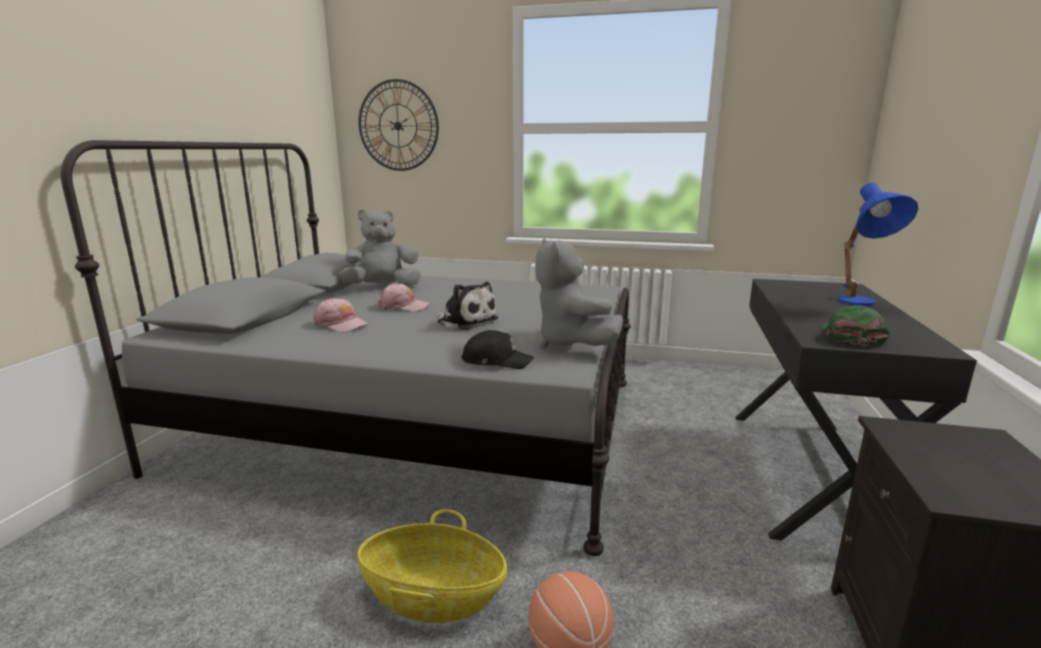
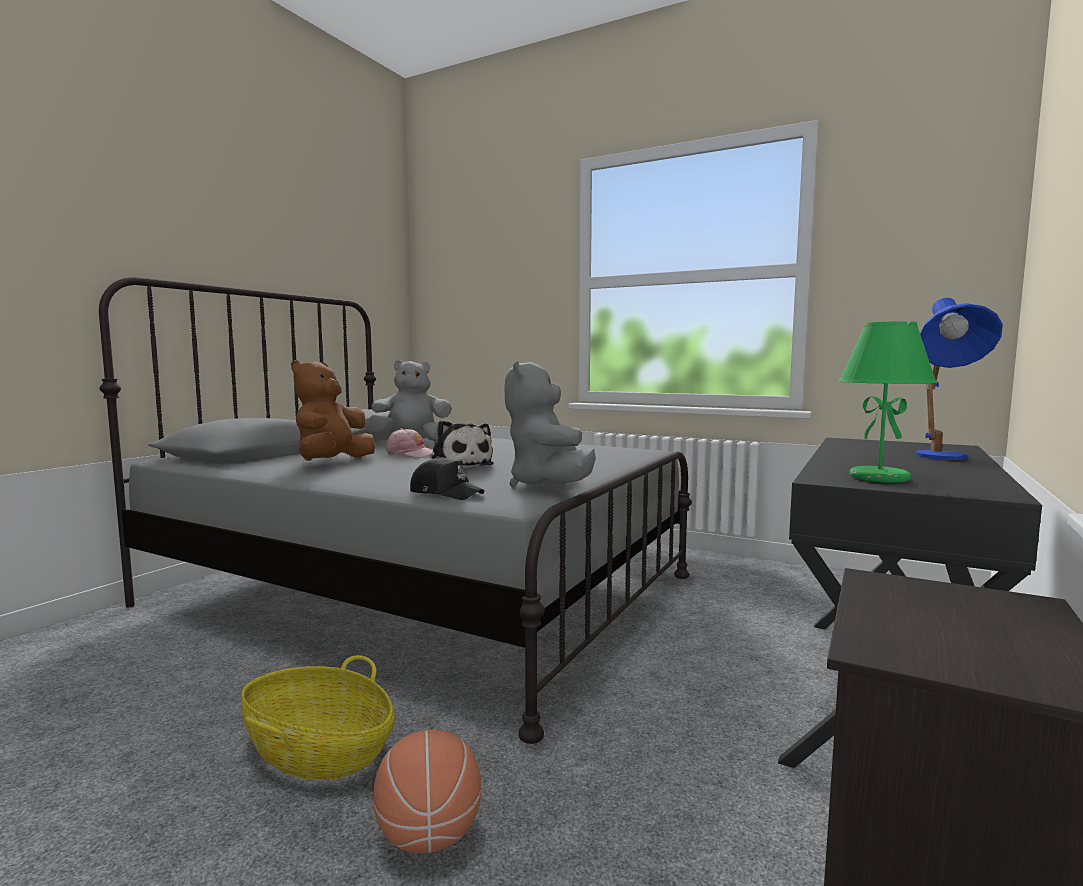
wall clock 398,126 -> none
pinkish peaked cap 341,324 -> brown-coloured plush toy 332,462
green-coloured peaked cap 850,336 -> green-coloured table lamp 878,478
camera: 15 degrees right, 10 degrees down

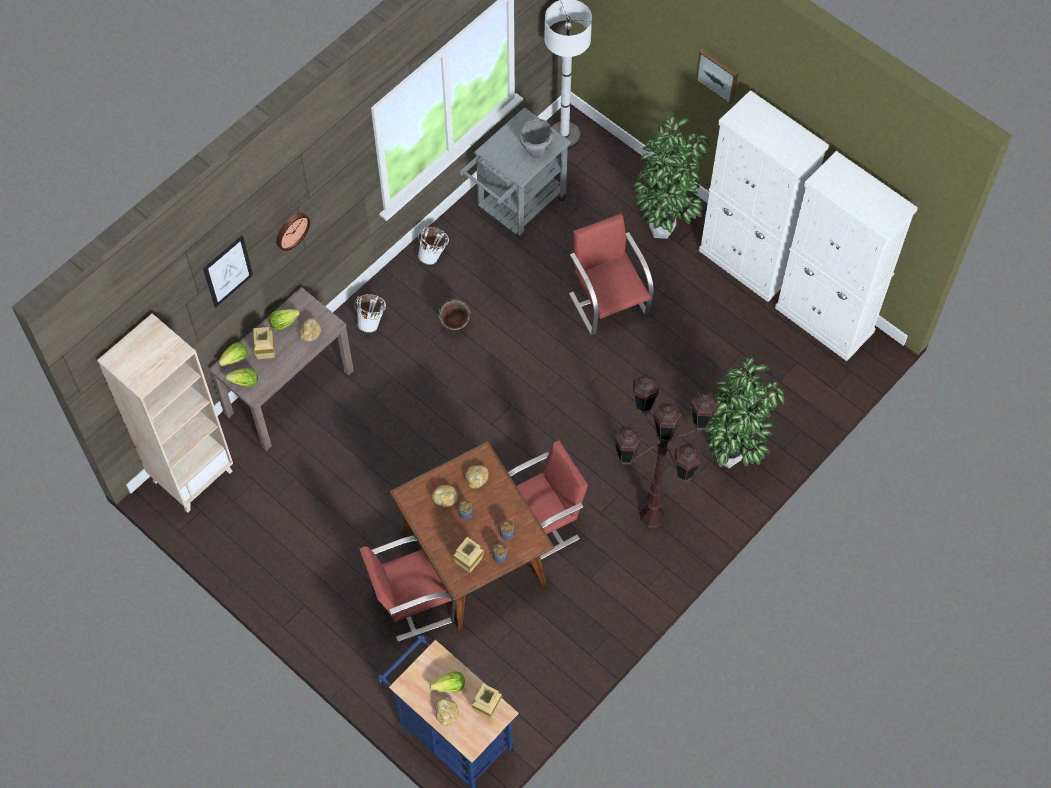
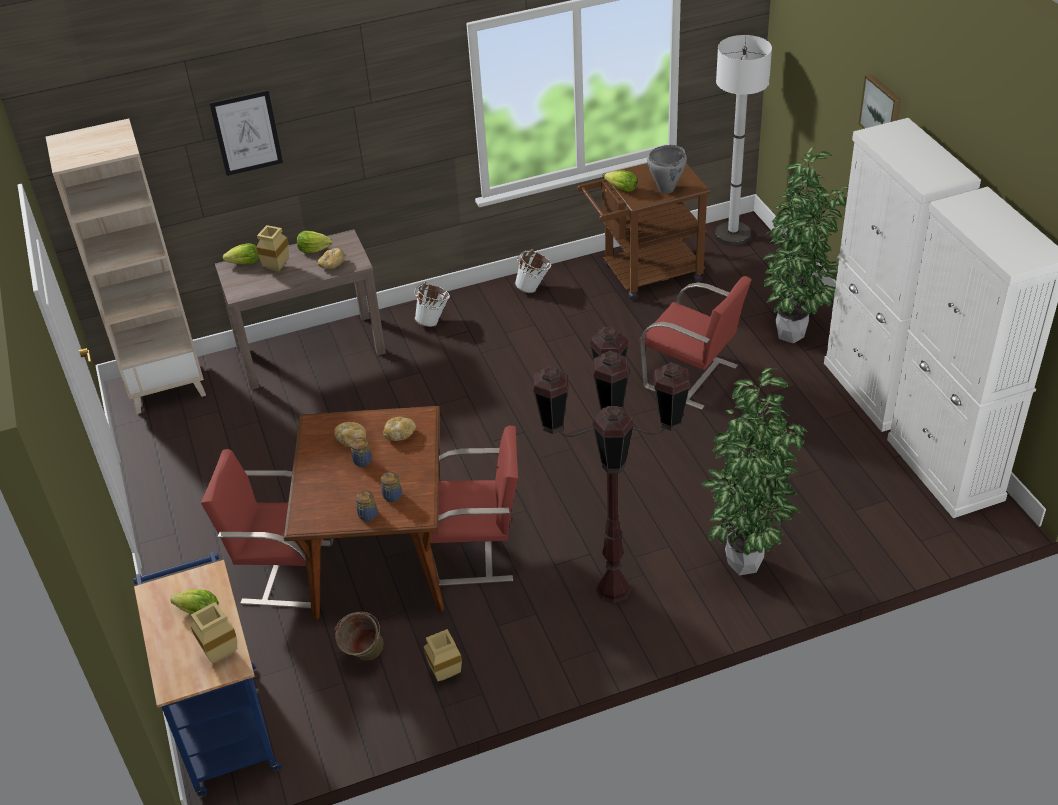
gray cart 516,208 -> brown-coloured cart 644,275
wall clock 291,230 -> none
red-coloured upright chair 608,302 -> red-coloured upright chair 692,377, 120 degrees clockwise
green-coloured bucket 455,328 -> green-coloured bucket 364,658, shifted
head of lettuce 244,382 -> head of lettuce 622,189, shifted
beige decorative vase 469,562 -> beige decorative vase 446,672, shifted
bread 446,713 -> none
camera: 30 degrees right, 20 degrees down

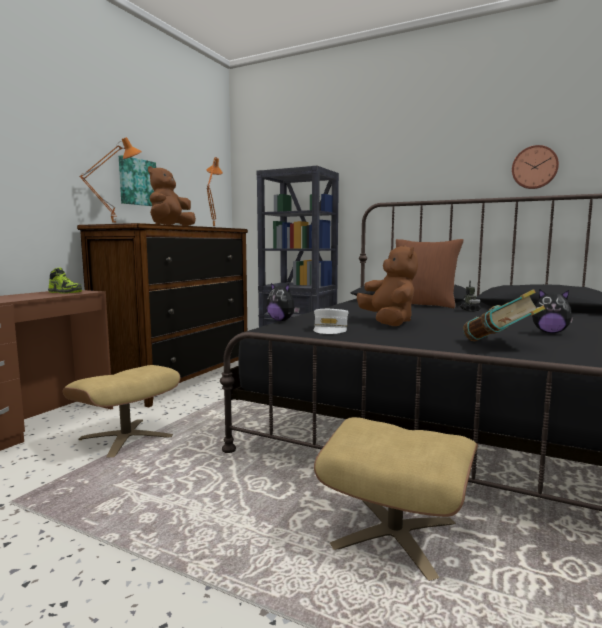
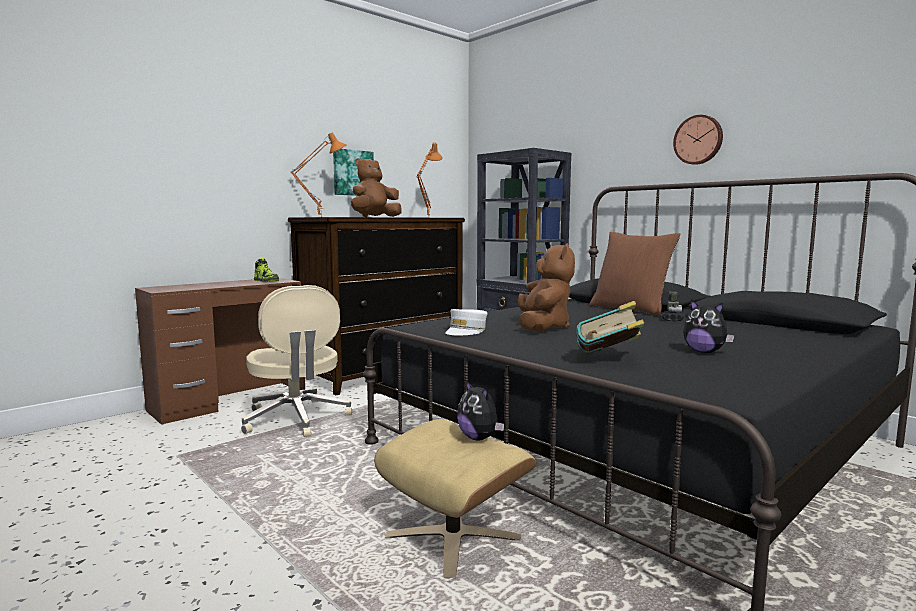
wall clock 534,167 -> wall clock 698,140, shifted
plush toy 281,320 -> plush toy 479,438, shifted
beige footrest 126,438 -> beige computer chair 296,419
camera: 20 degrees right, 0 degrees up

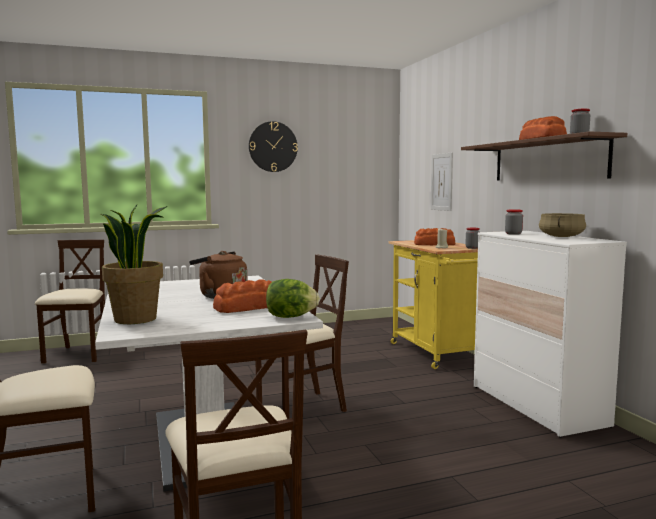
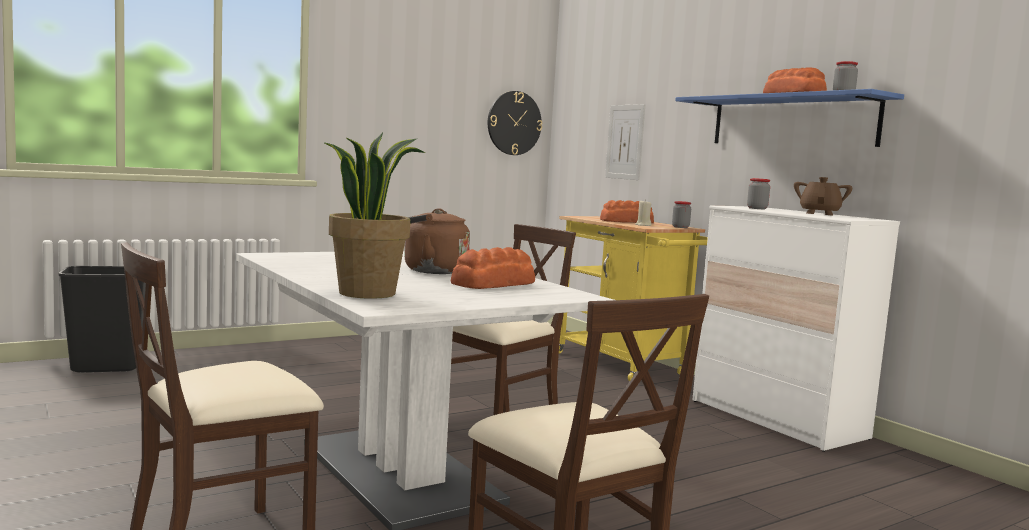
wall clock 273,147 -> wall clock 514,123, shifted
brown-coloured wall shelf 547,160 -> blue wall shelf 791,121
beige stockpot 562,237 -> brown-coloured teapot 819,213
beige upright chair 78,354 -> black rubbish bin 107,367
head of lettuce 290,317 -> none
camera: 15 degrees left, 0 degrees up

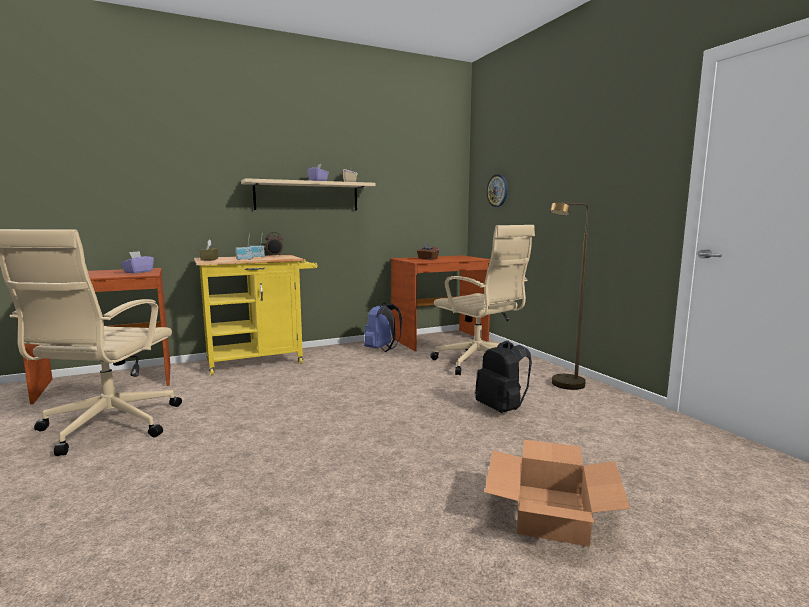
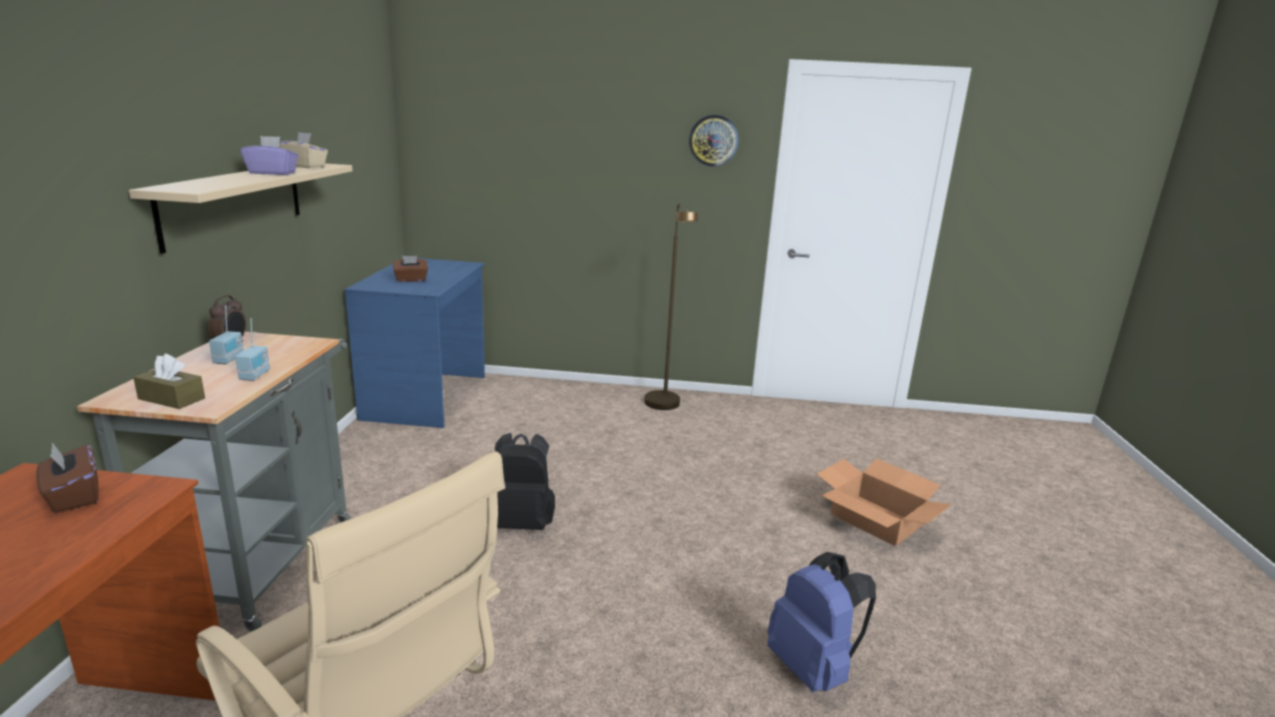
wall clock 497,190 -> wall clock 713,140, shifted
beige computer chair 479,363 -> none
purple tissue box 138,272 -> brown-coloured tissue box 73,496
yellow cart 261,361 -> gray cart 264,558
brown-coloured desk unit 439,340 -> blue desk unit 427,397
blue backpack 382,349 -> blue backpack 813,668, shifted
black backpack 502,409 -> black backpack 521,523, shifted
camera: 60 degrees left, 10 degrees up

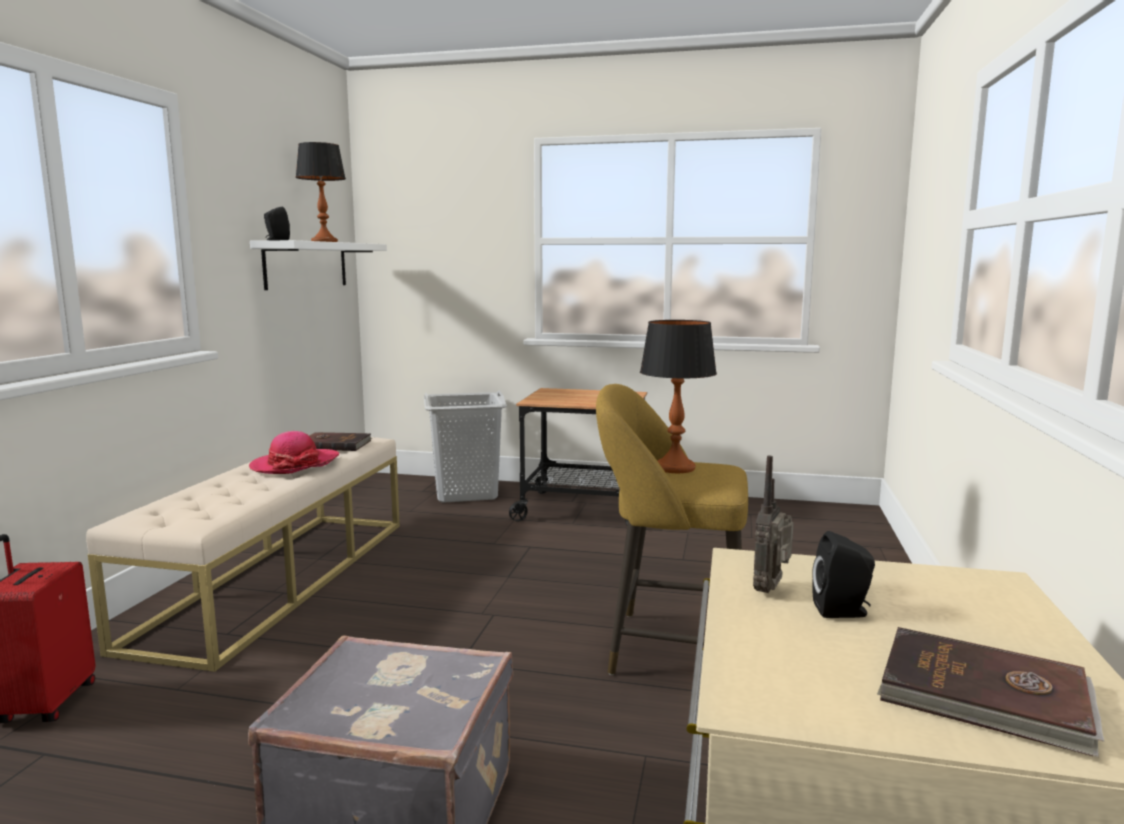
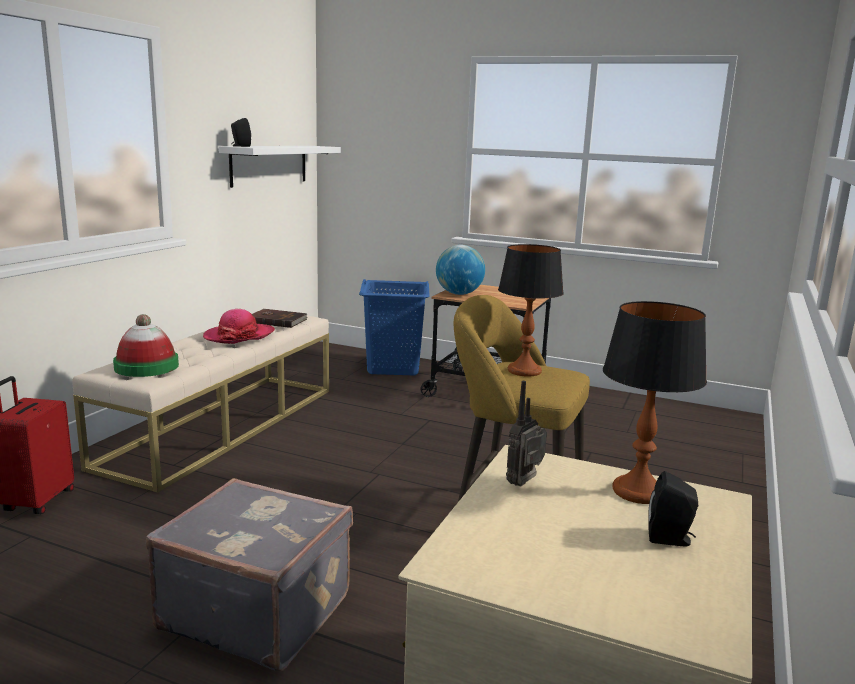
table lamp 324,242 -> table lamp 638,491, shifted
gray hamper 465,493 -> blue hamper 393,367
black speaker 843,611 -> black speaker 670,539, shifted
brown-coloured volume 984,697 -> none
none -> globe 459,294
none -> hat 146,366
camera: 10 degrees right, 5 degrees up

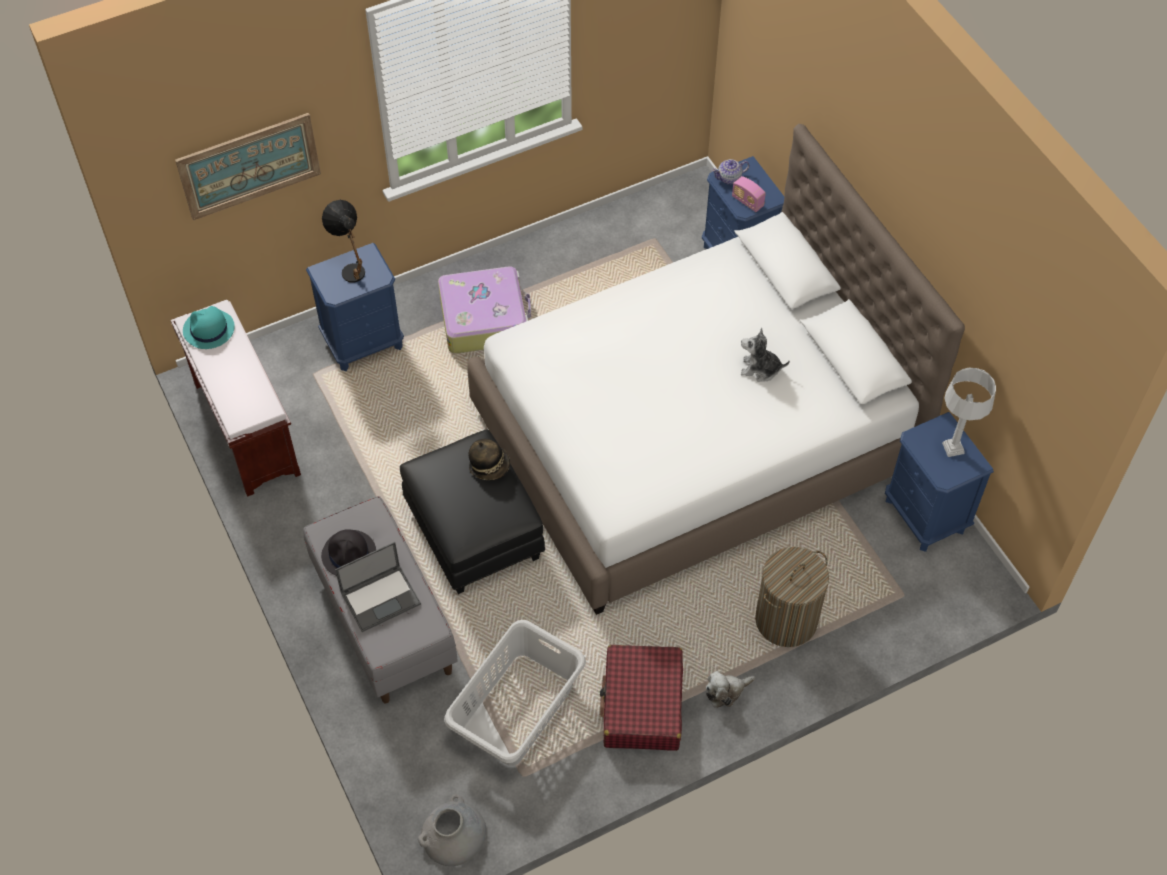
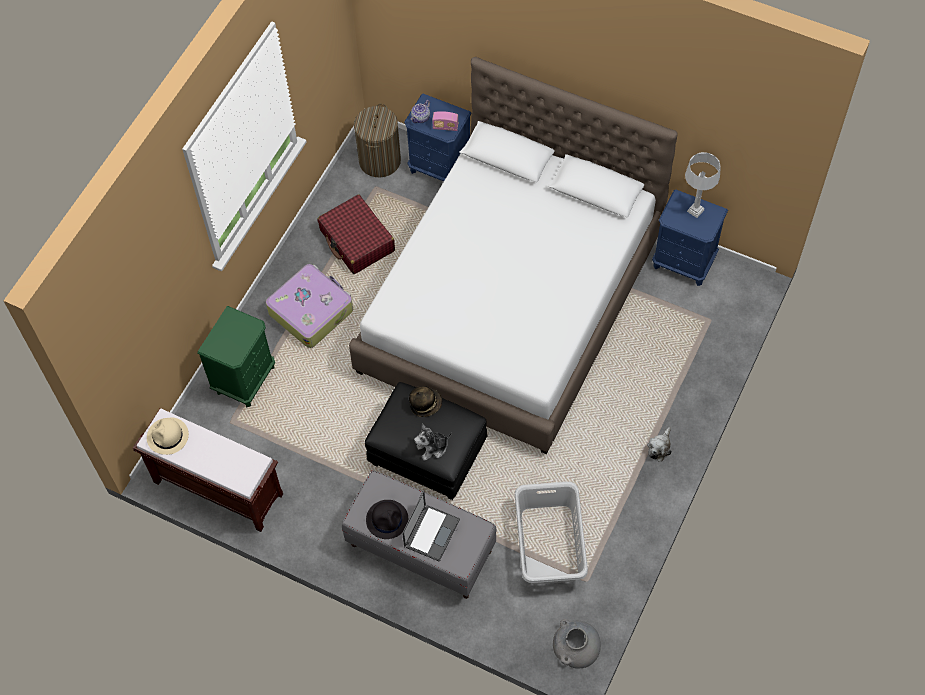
wall art 249,165 -> none
black table lamp 351,266 -> none
blue bedside table 364,342 -> green-coloured bedside table 245,379
turquoise-coloured hat 208,329 -> beige hat 168,436
plush toy 760,369 -> plush toy 433,447, shifted
hamper 786,620 -> hamper 379,161, shifted
red-coloured suitcase 642,705 -> red-coloured suitcase 357,241, shifted
camera: 35 degrees left, 5 degrees up

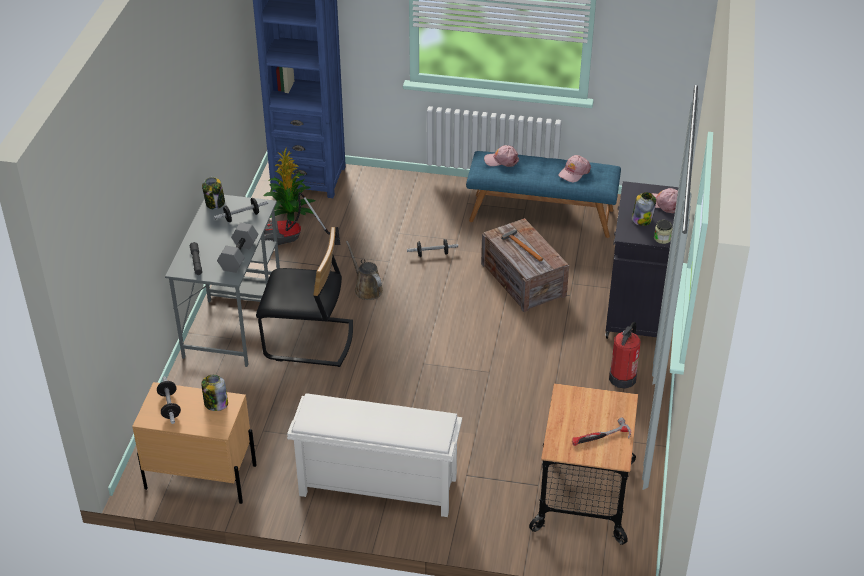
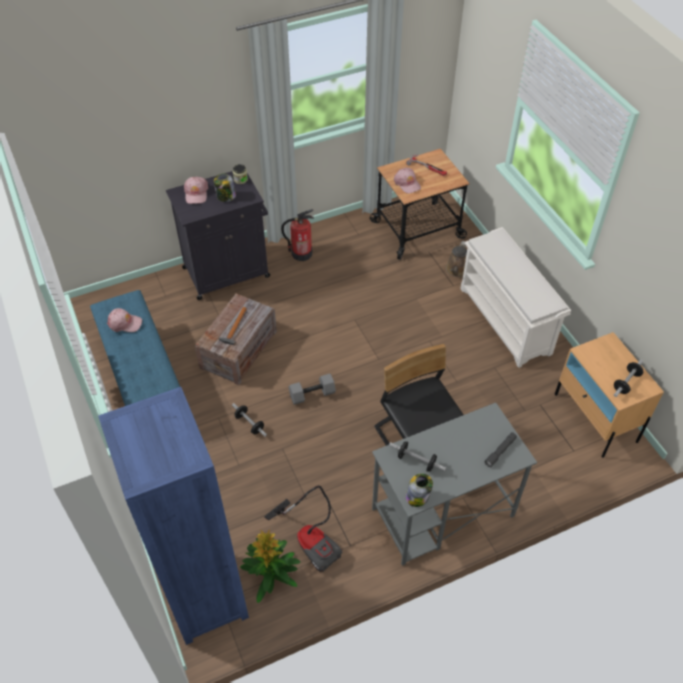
pinkish peaked cap 501,160 -> pinkish peaked cap 407,183, shifted
gray free weight 238,255 -> gray free weight 312,395, shifted
brown-coloured sprinkling can 366,288 -> brown-coloured sprinkling can 456,270, shifted
preserve jar 215,403 -> none
camera: 125 degrees left, 10 degrees up

